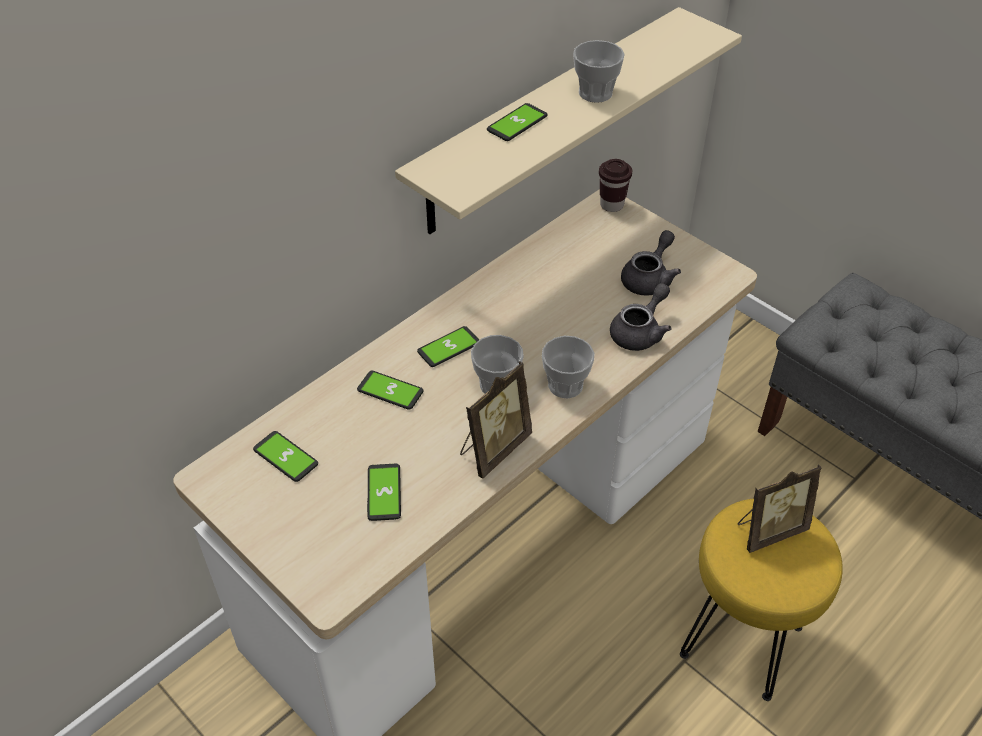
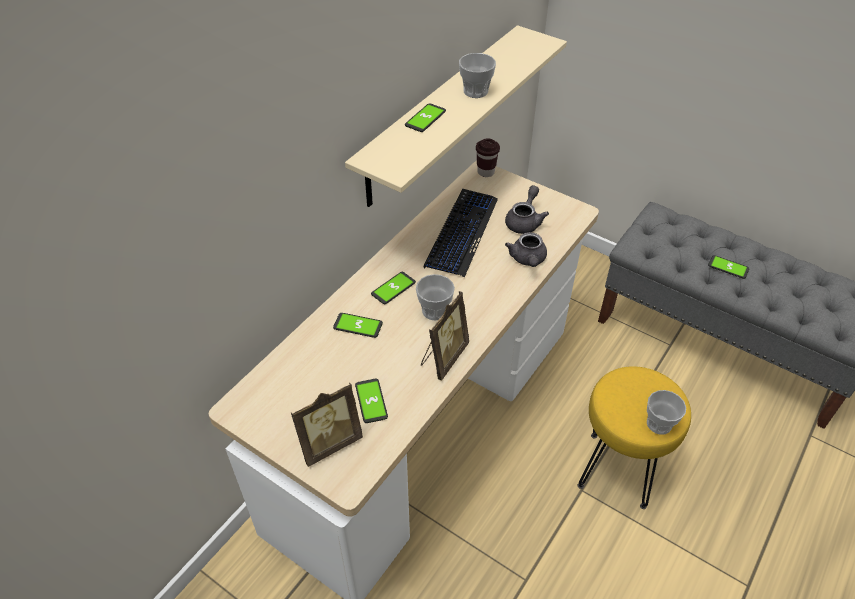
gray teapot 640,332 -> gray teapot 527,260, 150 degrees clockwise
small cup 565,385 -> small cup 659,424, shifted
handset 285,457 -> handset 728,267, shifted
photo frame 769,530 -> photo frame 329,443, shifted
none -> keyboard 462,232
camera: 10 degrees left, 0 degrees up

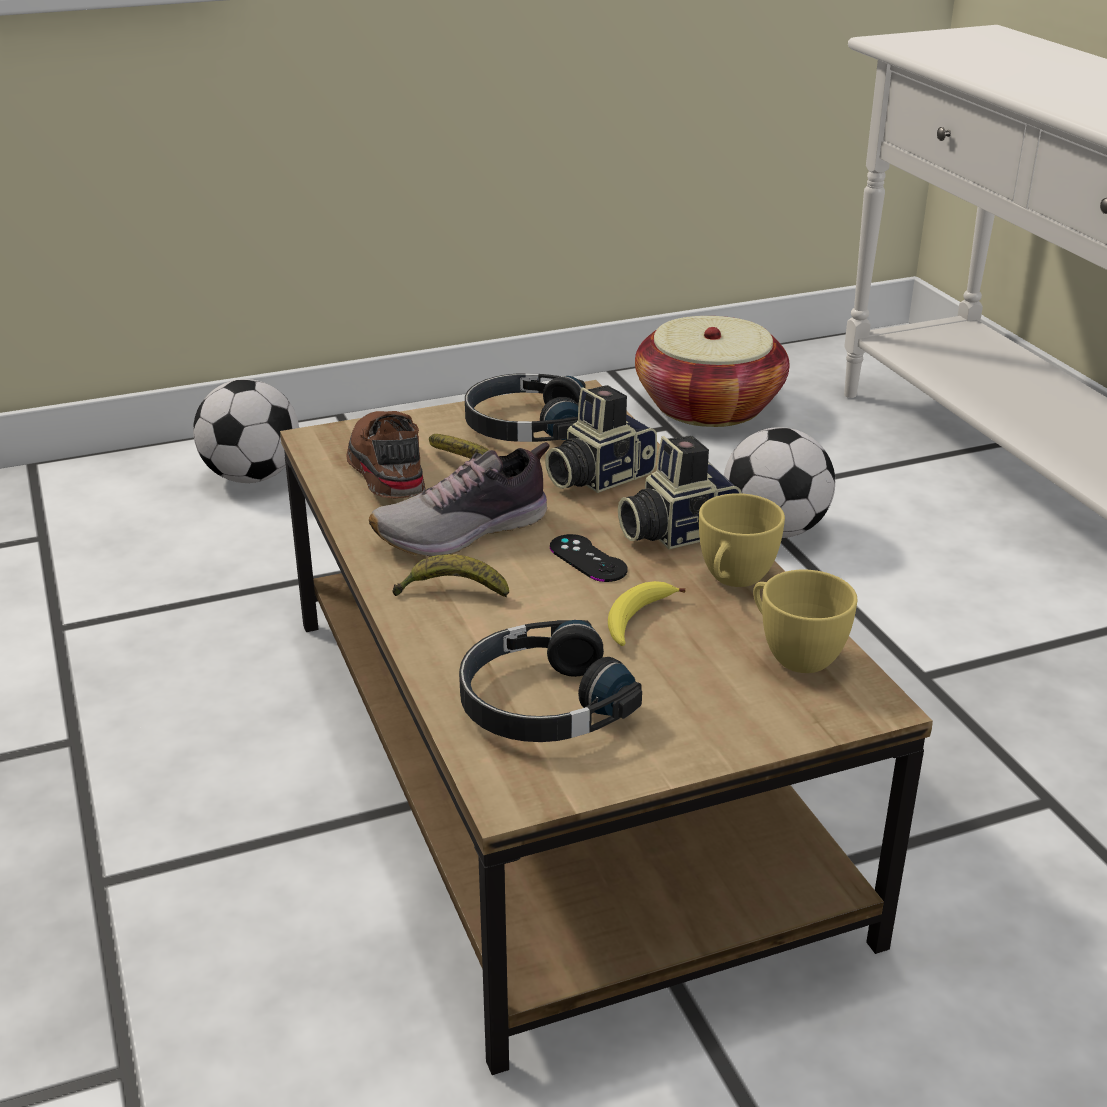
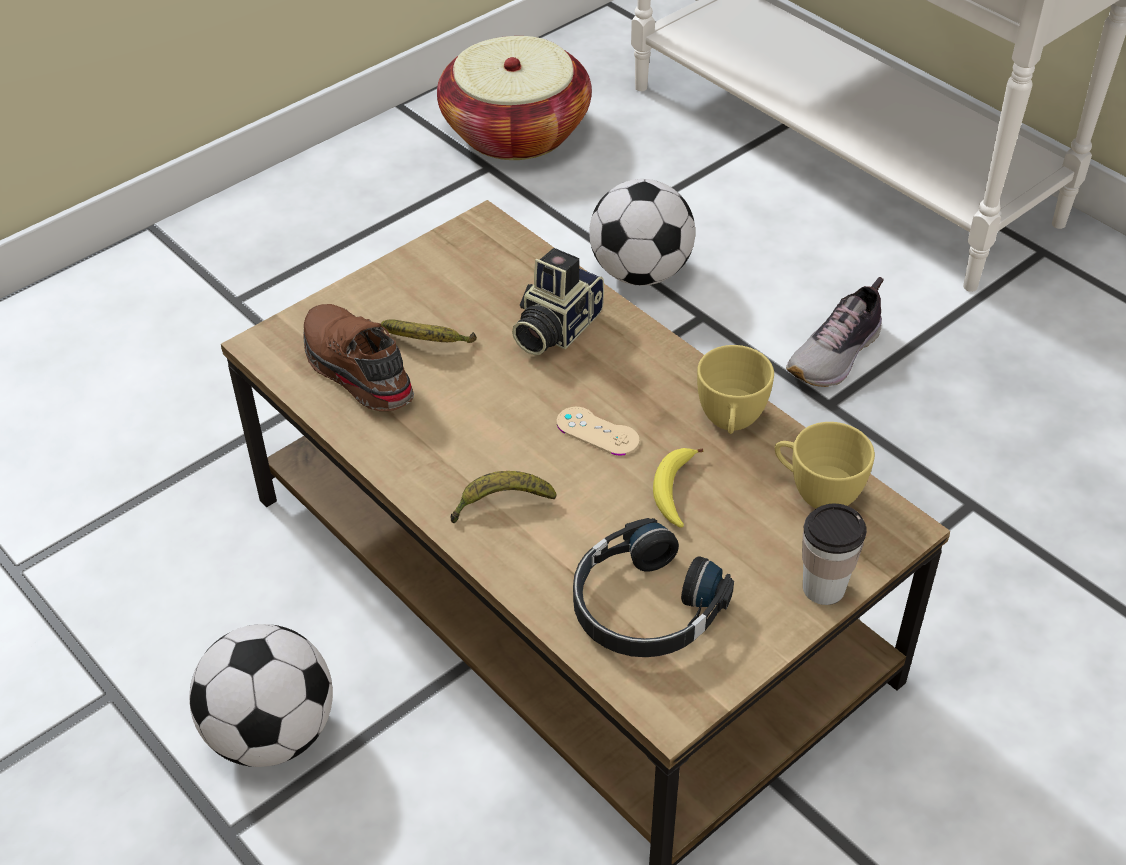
black pair of headphones 524,425 -> none
football 252,477 -> football 272,733, shifted
photo camera 675,531 -> none
low shoe 464,531 -> low shoe 836,355, shifted
black gamepad 588,559 -> beige gamepad 597,431
none -> small cup 823,588
camera: 20 degrees left, 15 degrees up

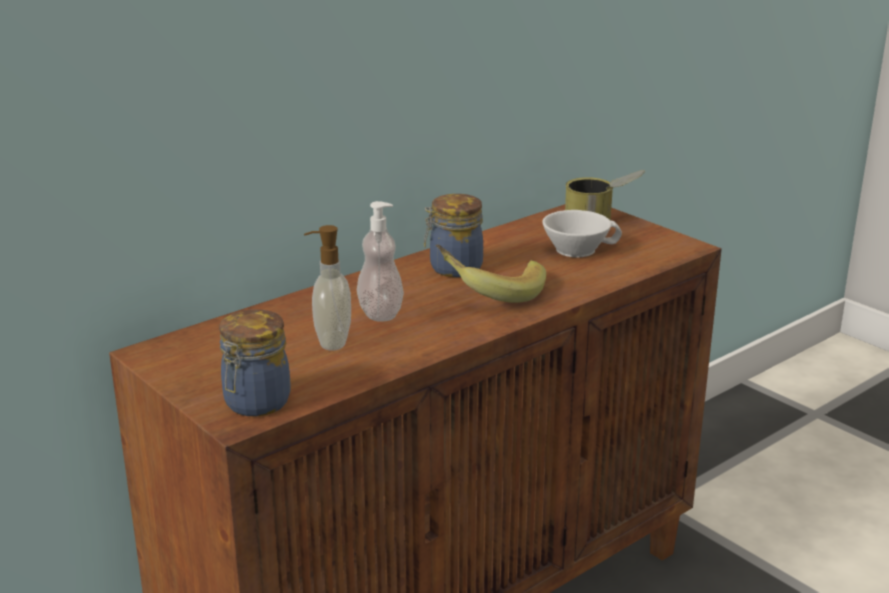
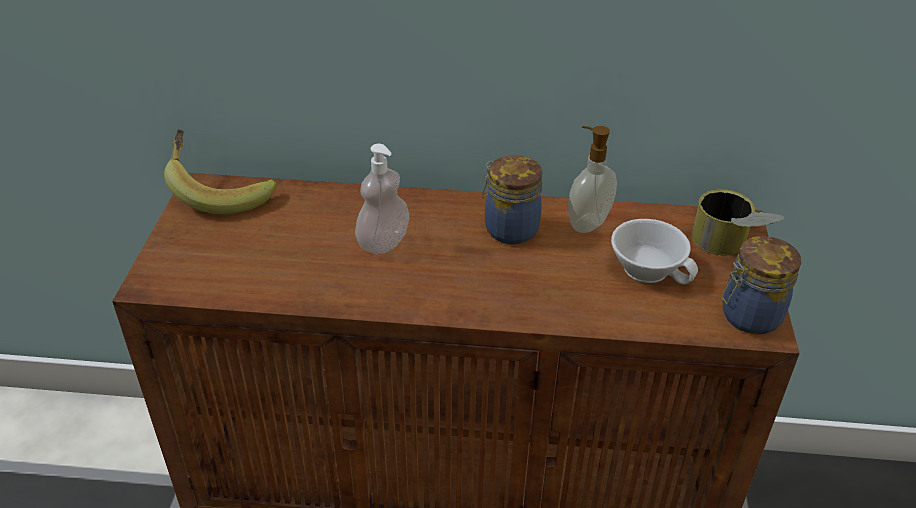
liquid soap bottle 331,342 -> liquid soap bottle 587,223, shifted
banana 491,293 -> banana 221,191, shifted
preserve jar 255,403 -> preserve jar 748,316, shifted
camera: 45 degrees right, 15 degrees up

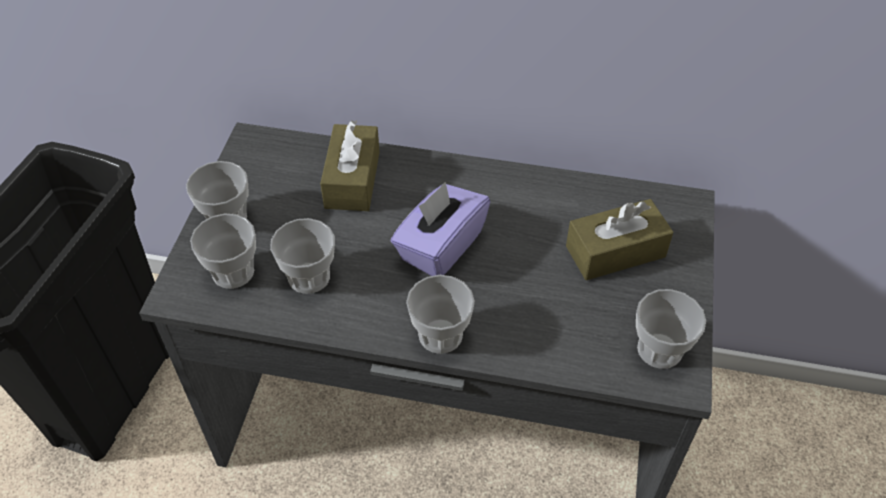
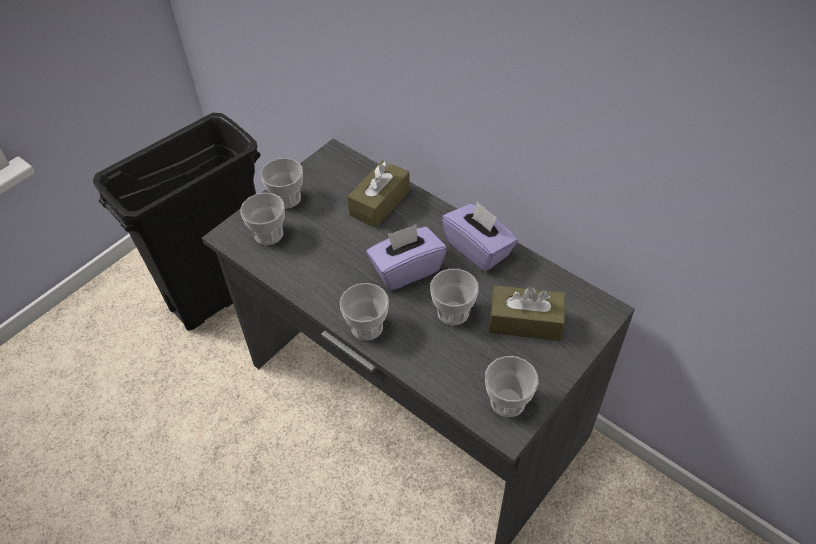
small cup 309,277 -> small cup 453,312, shifted
none -> purple tissue box 478,249
camera: 30 degrees right, 0 degrees up

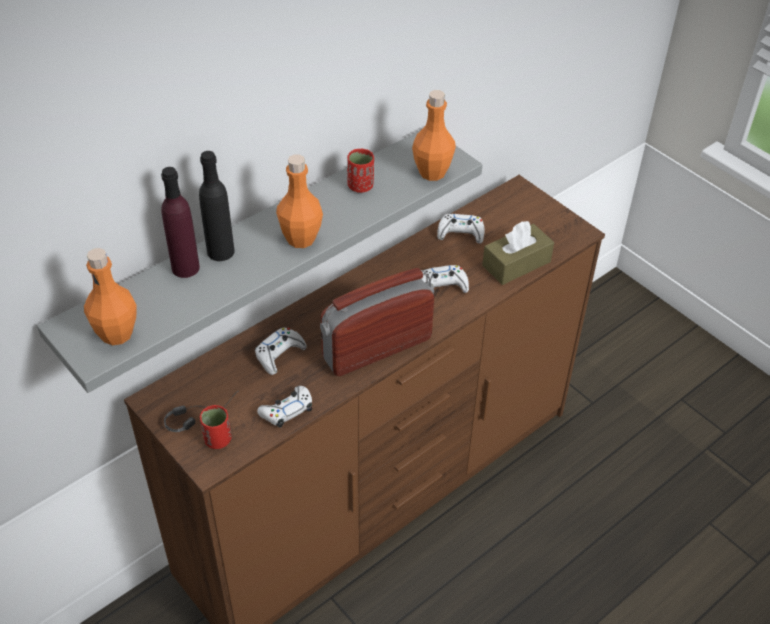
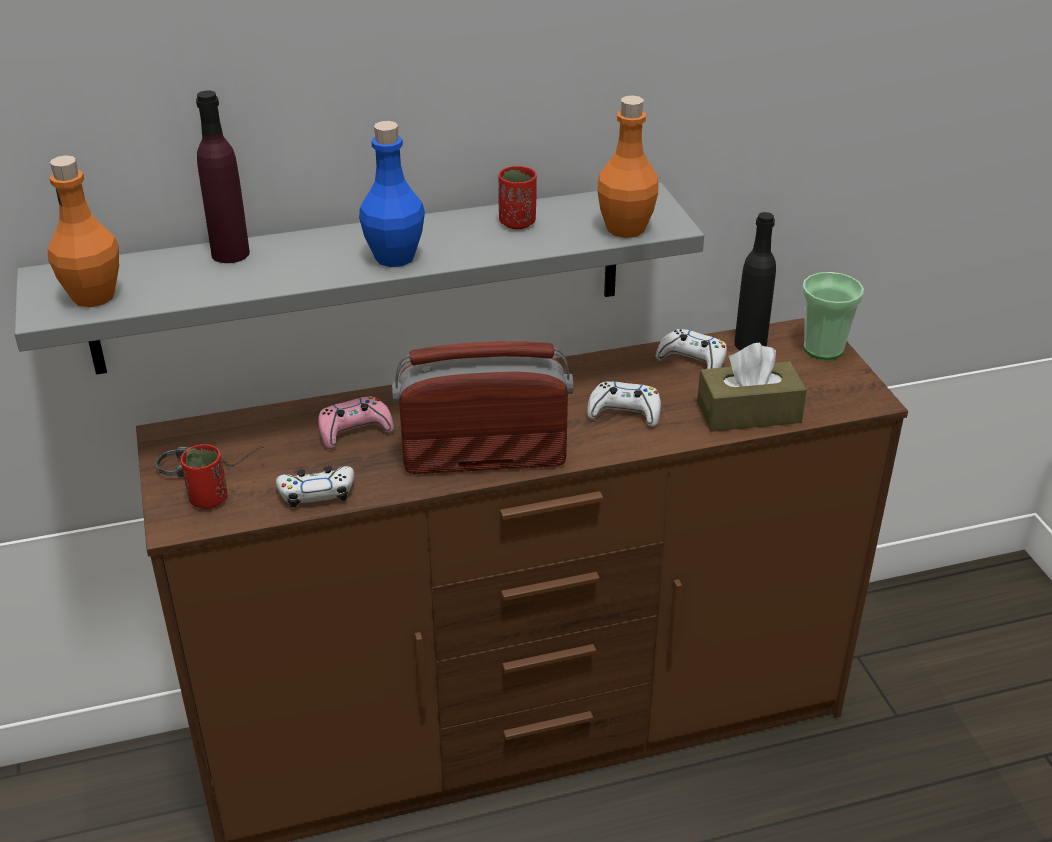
black bottle 220,251 -> black bottle 750,344, shifted
orange-coloured bottle 301,239 -> blue bottle 394,257
white gamepad 279,354 -> pinkish gamepad 354,430
none -> small cup 823,349
camera: 25 degrees right, 10 degrees down

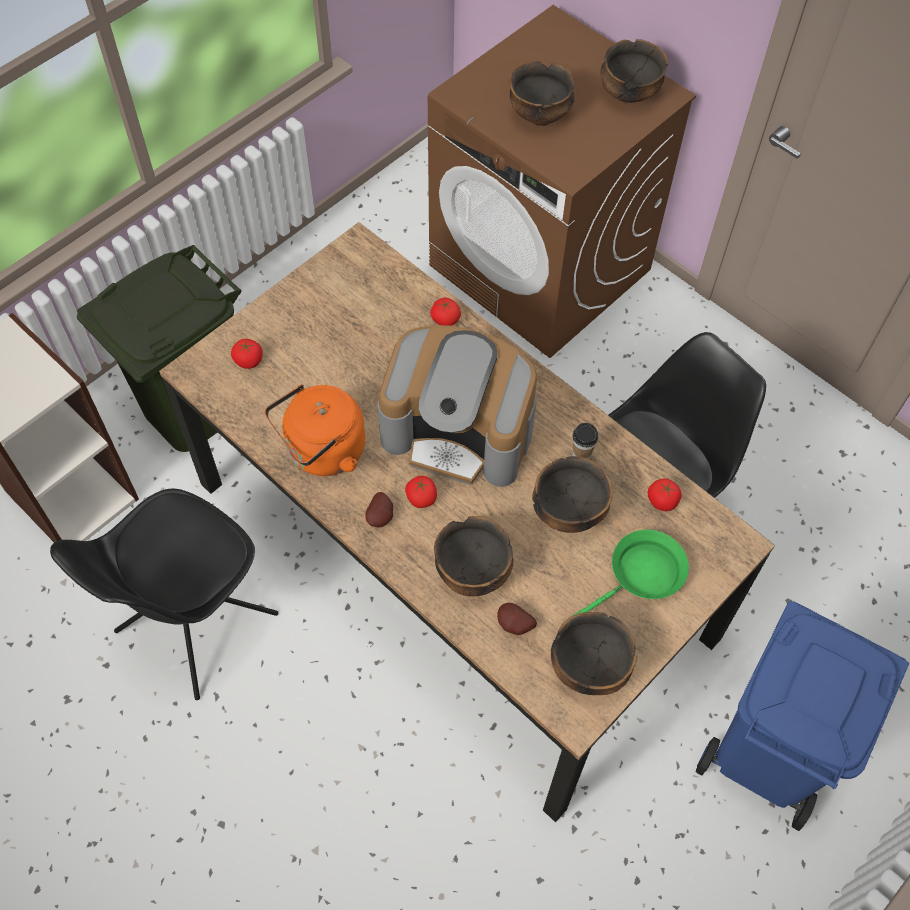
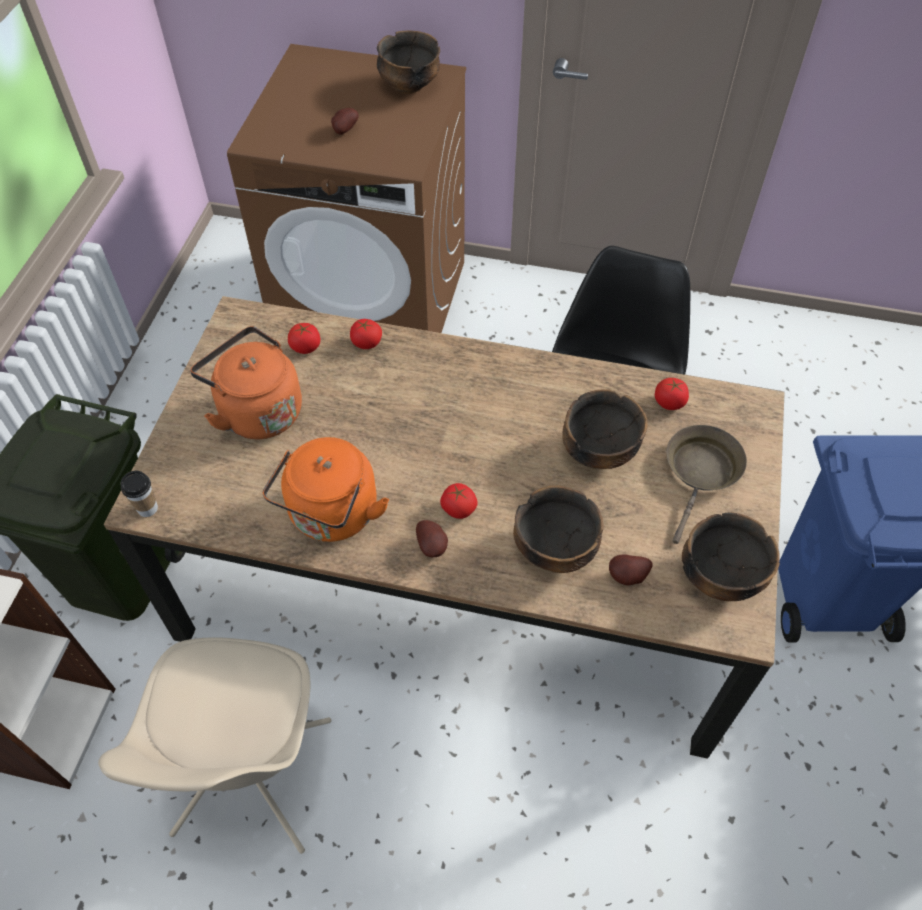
bowl 540,115 -> whole potato 344,130
coffee maker 459,431 -> none
whole tomato 248,361 -> whole tomato 305,347, shifted
small cup 581,455 -> small cup 147,508, shifted
black upright chair 194,624 -> beige upright chair 252,779
green-coloured frying pan 642,575 -> brown-coloured frying pan 701,472
none -> orange-coloured kettle 257,410
camera: 30 degrees left, 5 degrees down

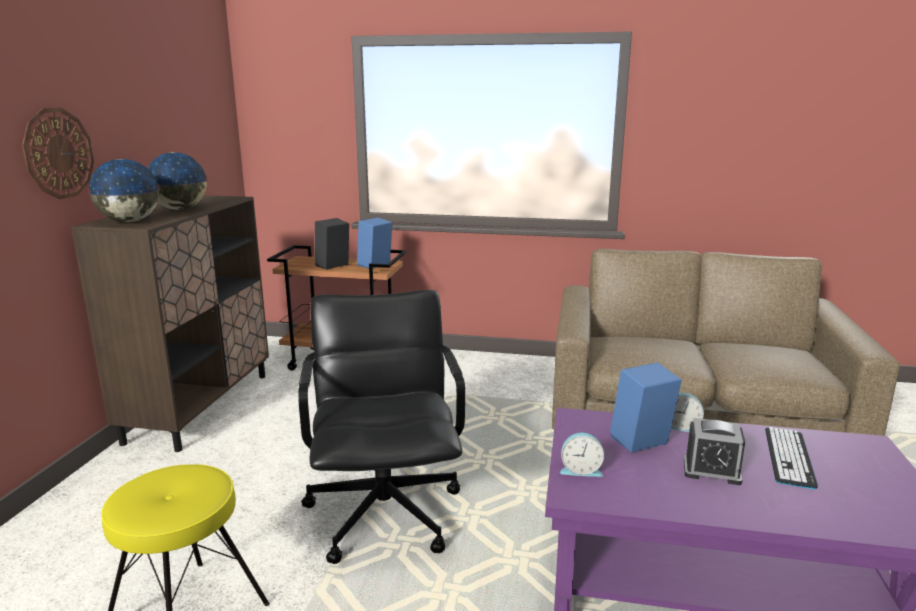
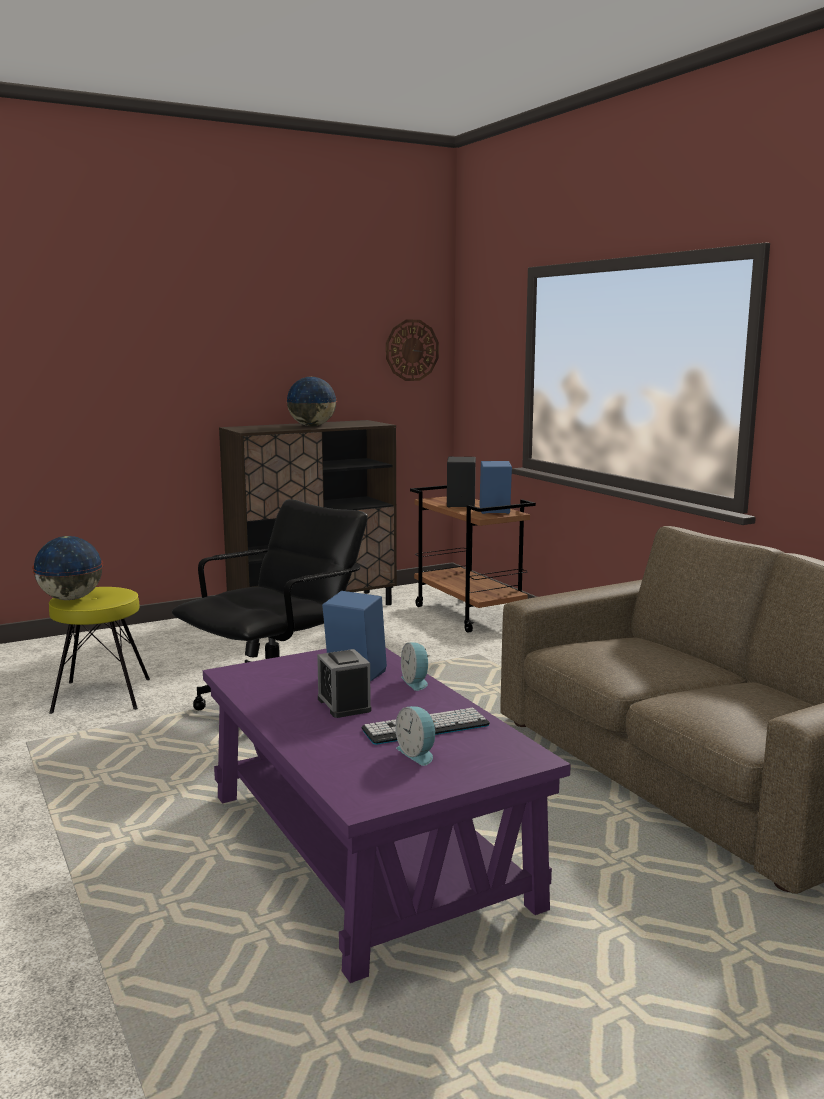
wall clock 58,153 -> wall clock 411,350, shifted
globe 129,221 -> globe 70,599, shifted
alarm clock 580,470 -> alarm clock 417,753, shifted
camera: 50 degrees right, 5 degrees down

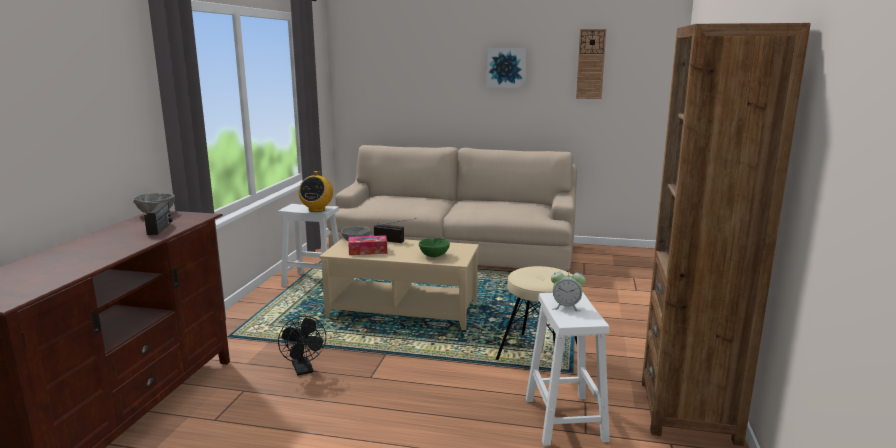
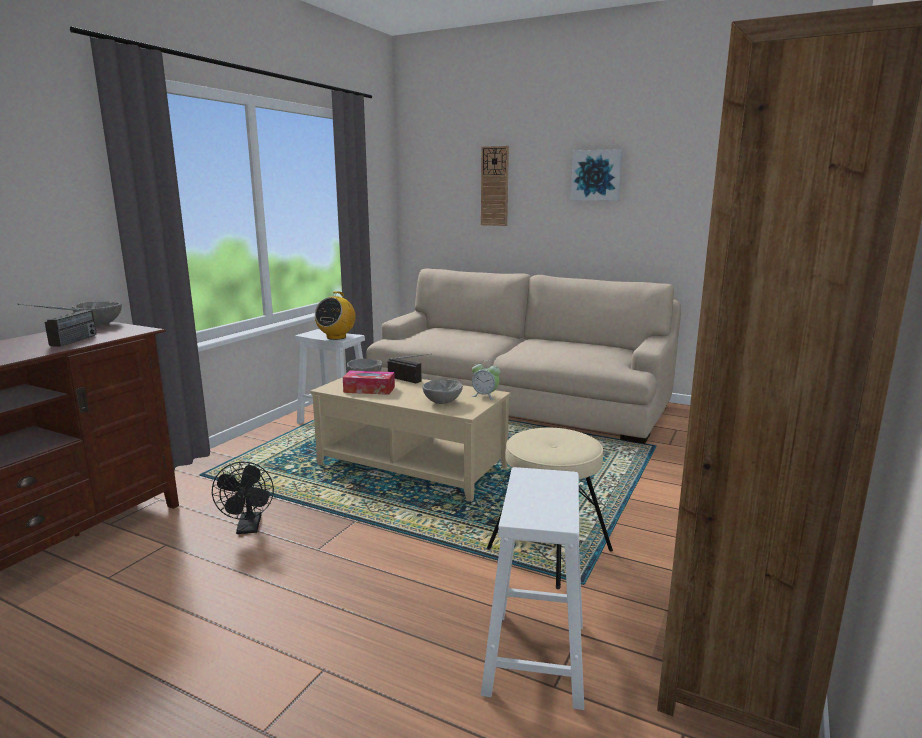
wall clock 590,64 -> wall clock 494,186, shifted
green-coloured bowl 434,255 -> gray bowl 442,402
alarm clock 566,307 -> alarm clock 485,396, shifted
camera: 15 degrees right, 0 degrees up

